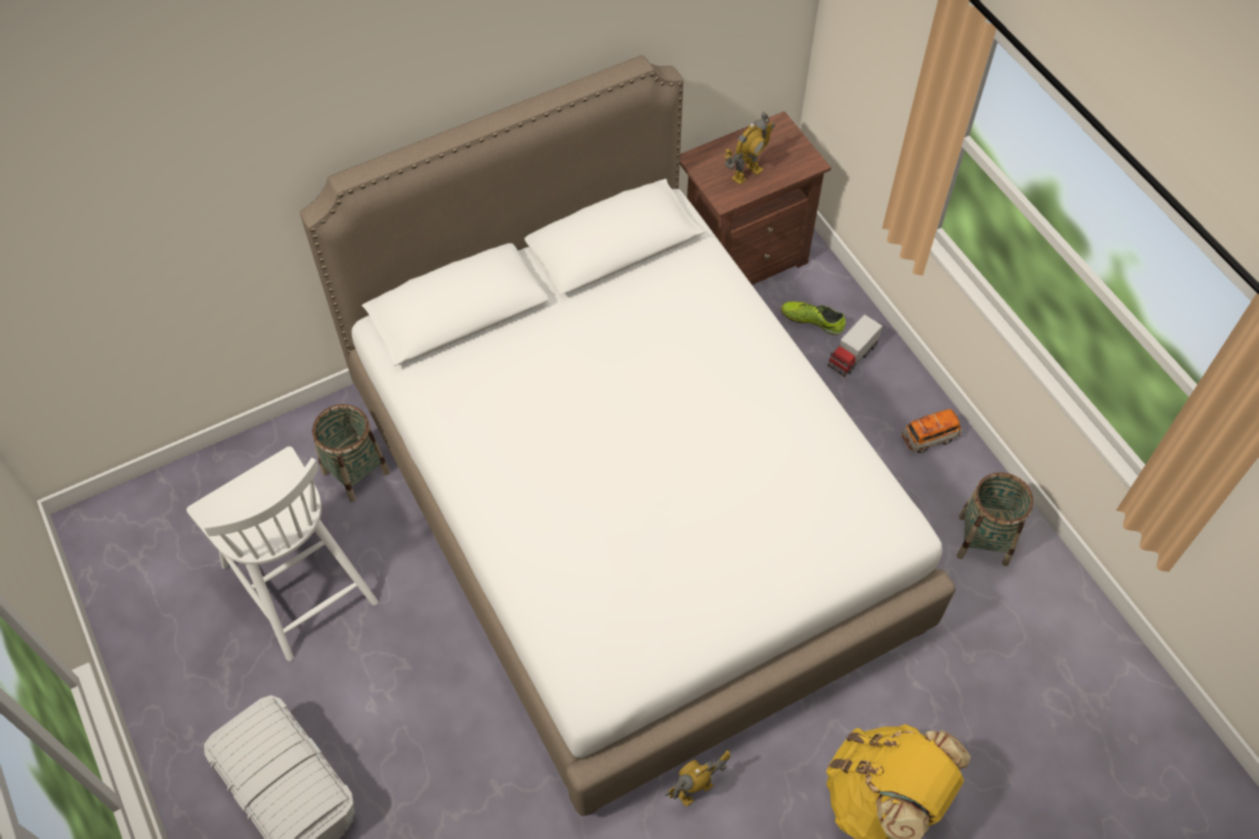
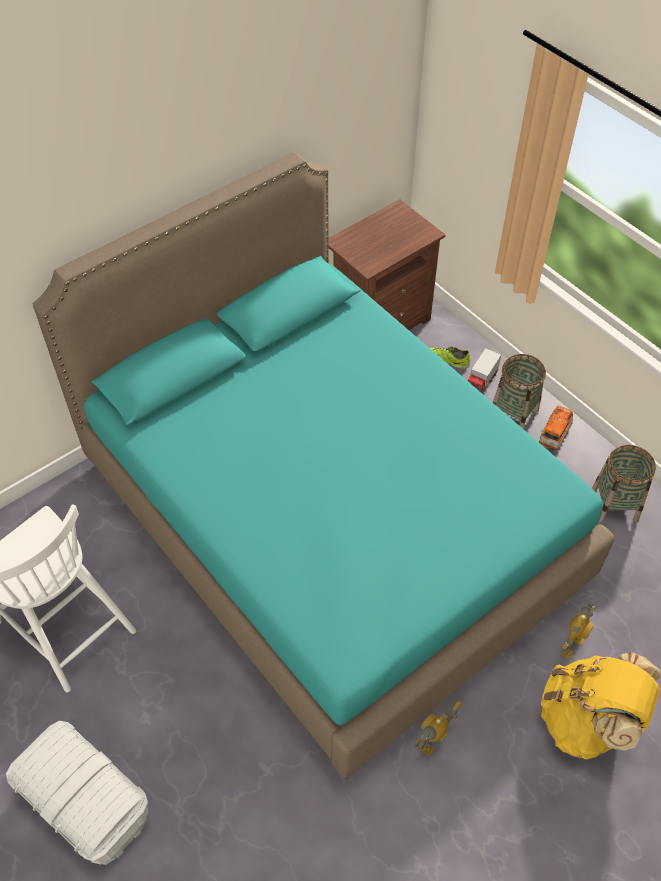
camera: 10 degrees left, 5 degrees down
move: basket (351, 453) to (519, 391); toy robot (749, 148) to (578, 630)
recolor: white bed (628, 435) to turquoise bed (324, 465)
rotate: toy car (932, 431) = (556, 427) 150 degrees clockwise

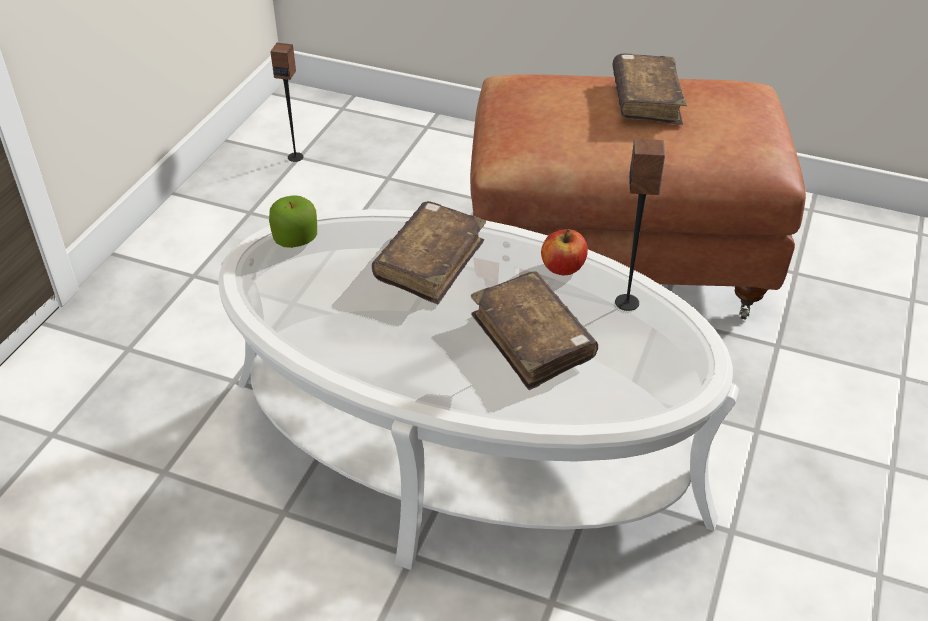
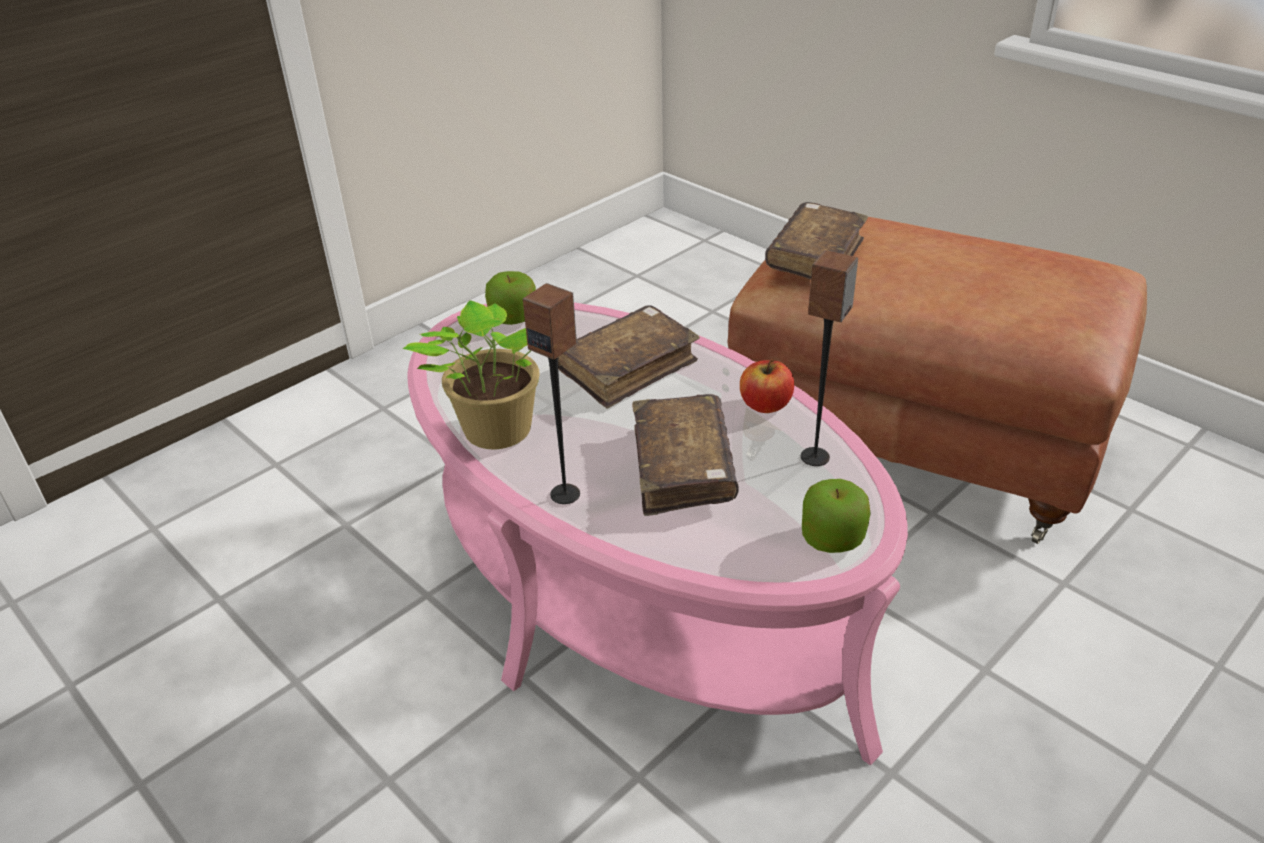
camera: 25 degrees right, 5 degrees down
insert: potted plant (471, 374); apple (836, 516)
move: speaker (287, 102) to (551, 393); brown book (649, 89) to (816, 241)
recolor: white coffee table (478, 389) to pink coffee table (658, 533)

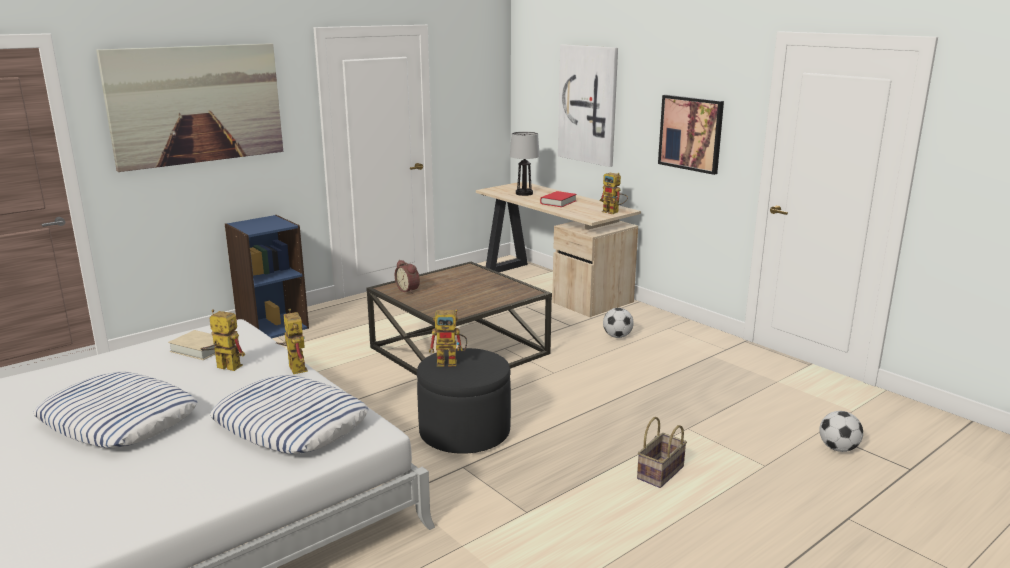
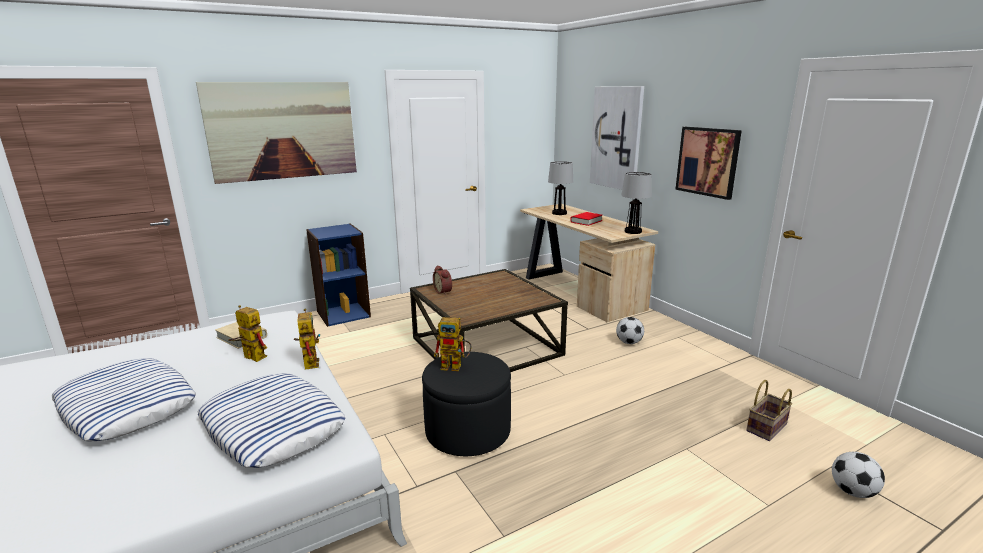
camera: 10 degrees right, 0 degrees up
move: basket (662, 452) to (769, 410)
replace: toy robot (614, 193) to table lamp (636, 203)

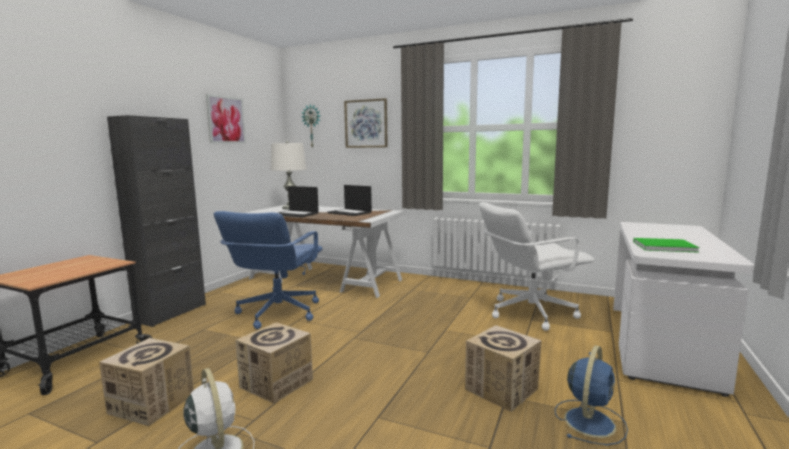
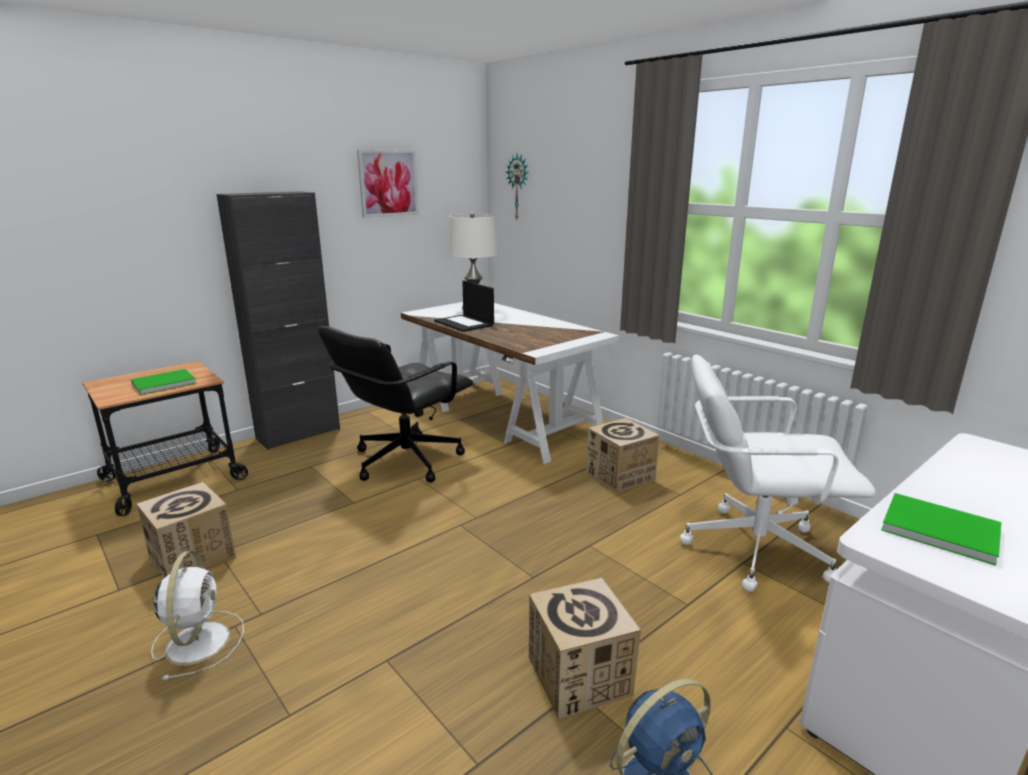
camera: 25 degrees right, 10 degrees up
delete: laptop (349, 200); picture (366, 123)
insert: green book (163, 382)
move: cardboard box (274, 362) to (623, 455)
recolor: blue office chair (268, 270) to black office chair (395, 404)

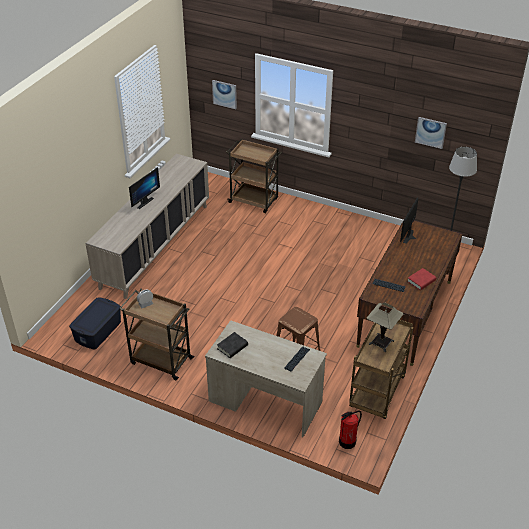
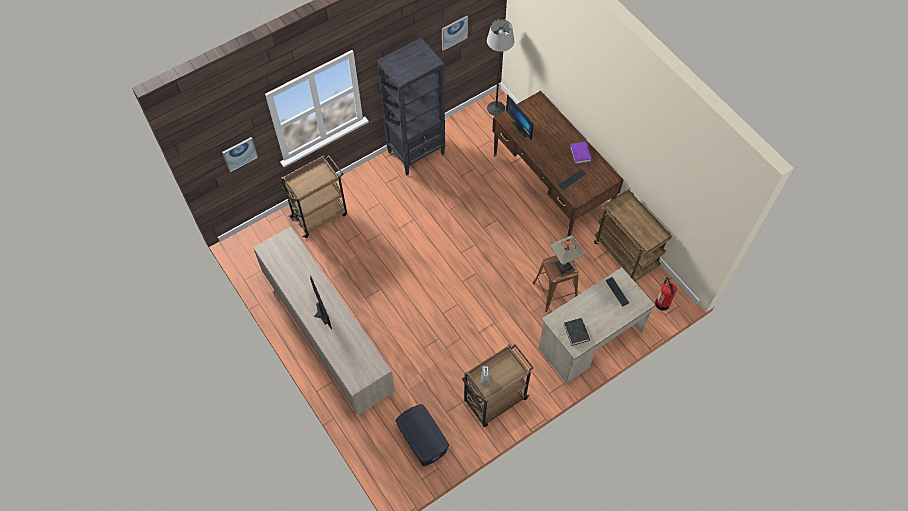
camera: 60 degrees left, 20 degrees up
insert: black bookcase (411, 106)
move: table lamp (385, 327) to (567, 256)
recolor: red book (421, 279) to purple book (581, 153)

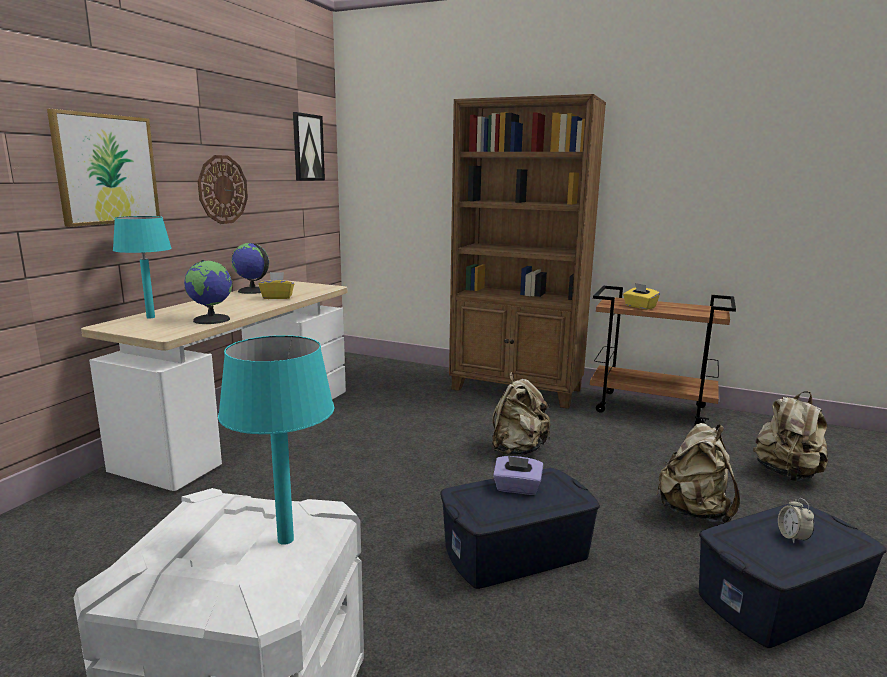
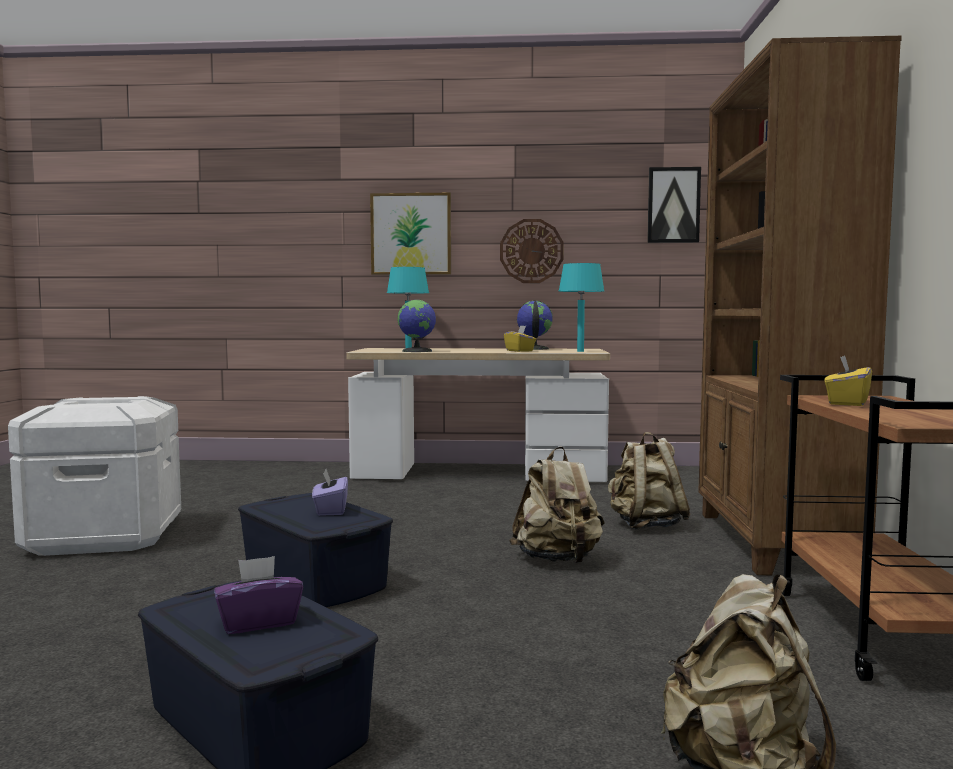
camera: 70 degrees right, 10 degrees down
move: turquoise table lamp (276, 440) to (581, 307); beige backpack (698, 473) to (649, 480)
replace: alarm clock (796, 520) to purple tissue box (258, 595)

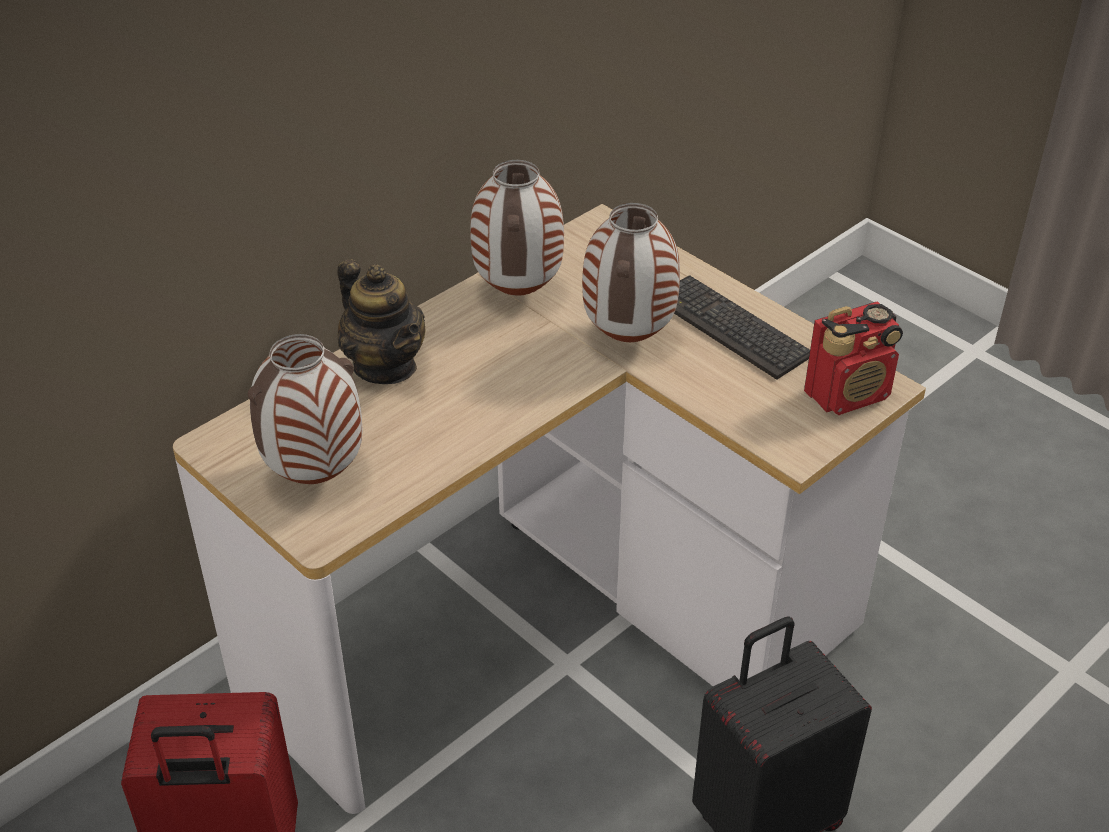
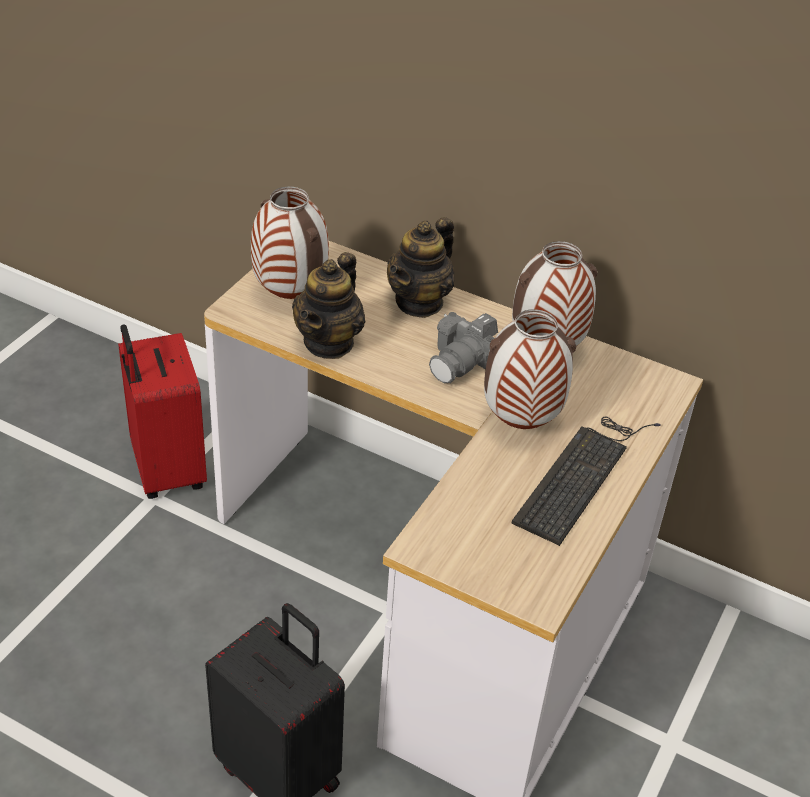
camera: 70 degrees right, 0 degrees up
delete: radio (853, 358)
insert: teapot (329, 305); photo camera (463, 347)

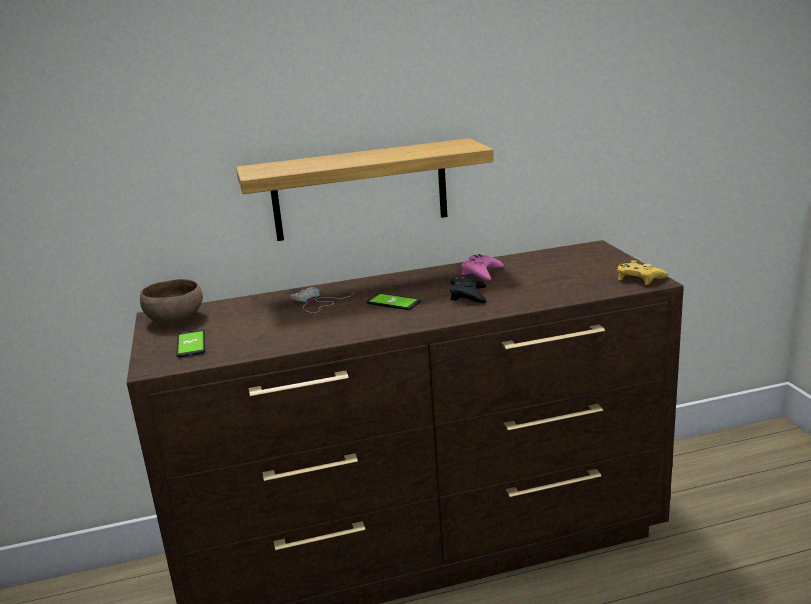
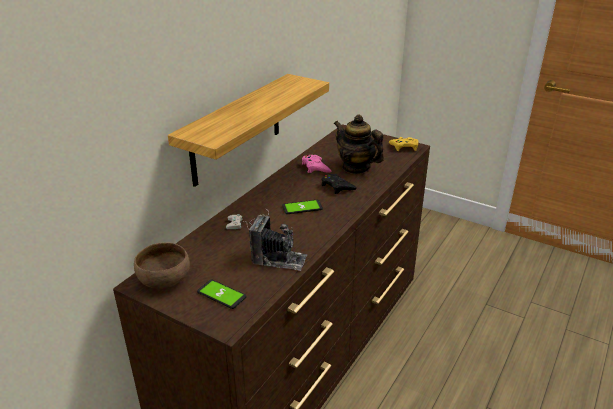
camera: 45 degrees left, 10 degrees up
insert: photo camera (278, 242); teapot (359, 144)

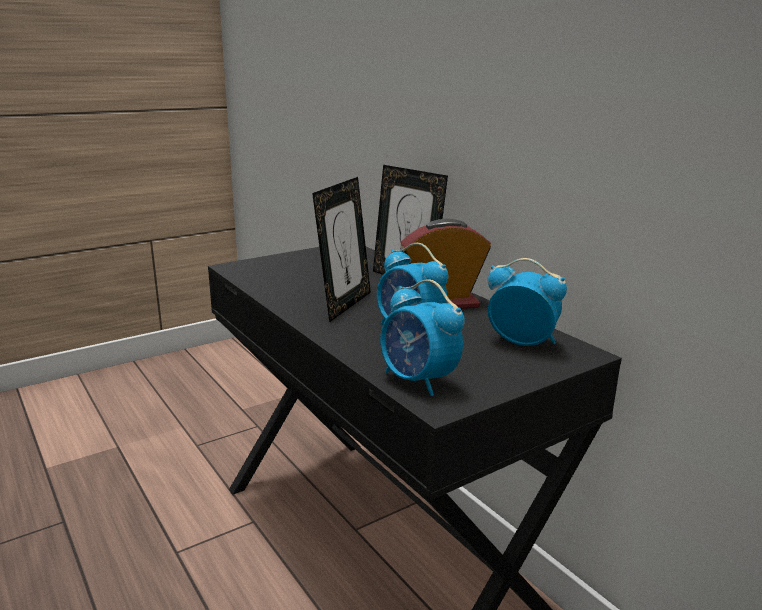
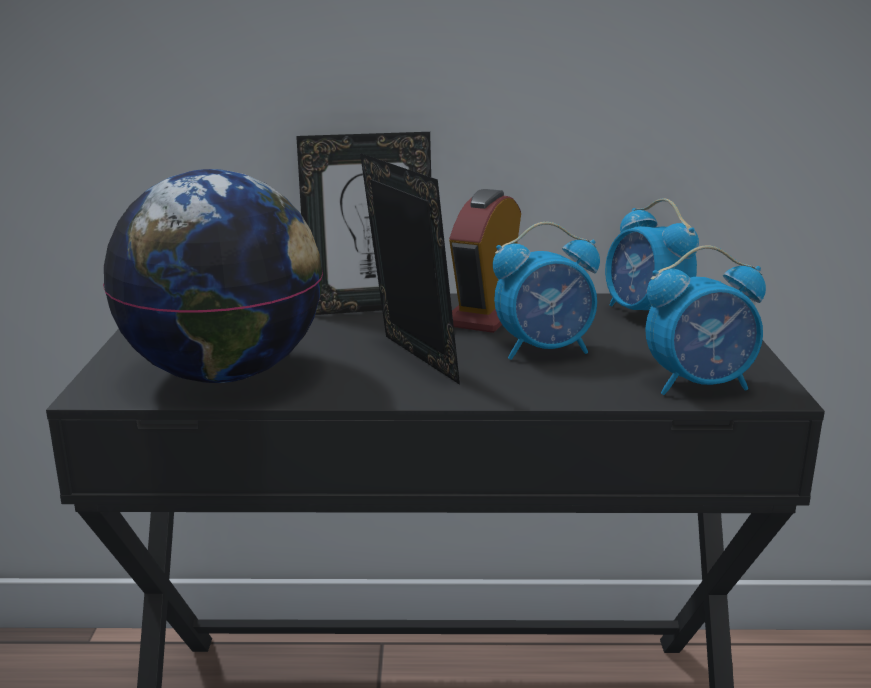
camera: 55 degrees left, 0 degrees up
insert: globe (213, 276)
rotate: alarm clock (527, 302) = (652, 254) 90 degrees counterclockwise

